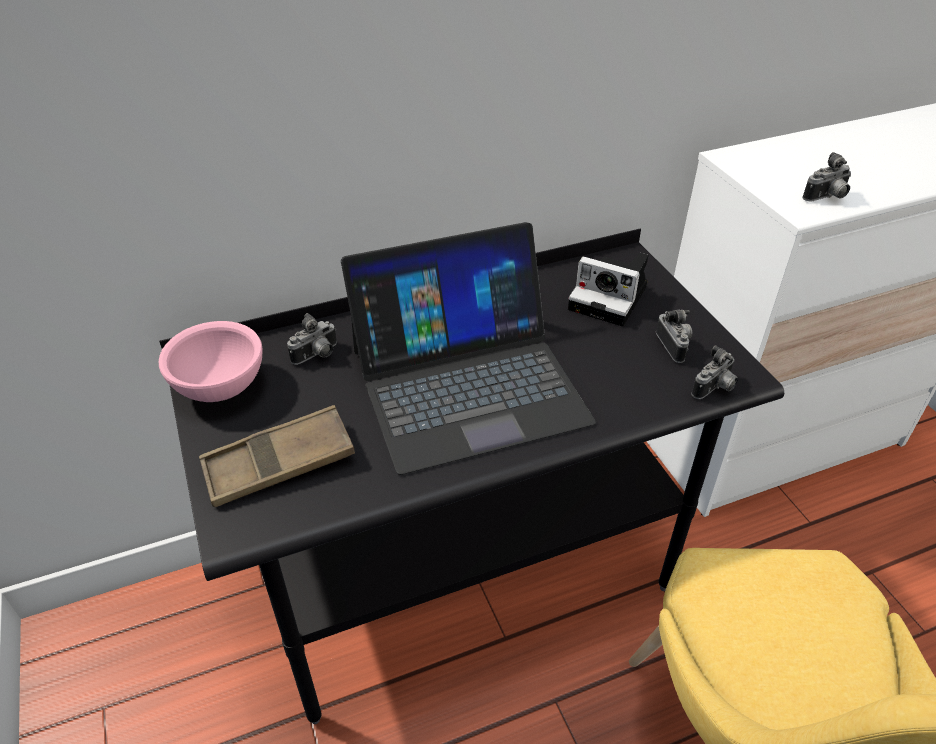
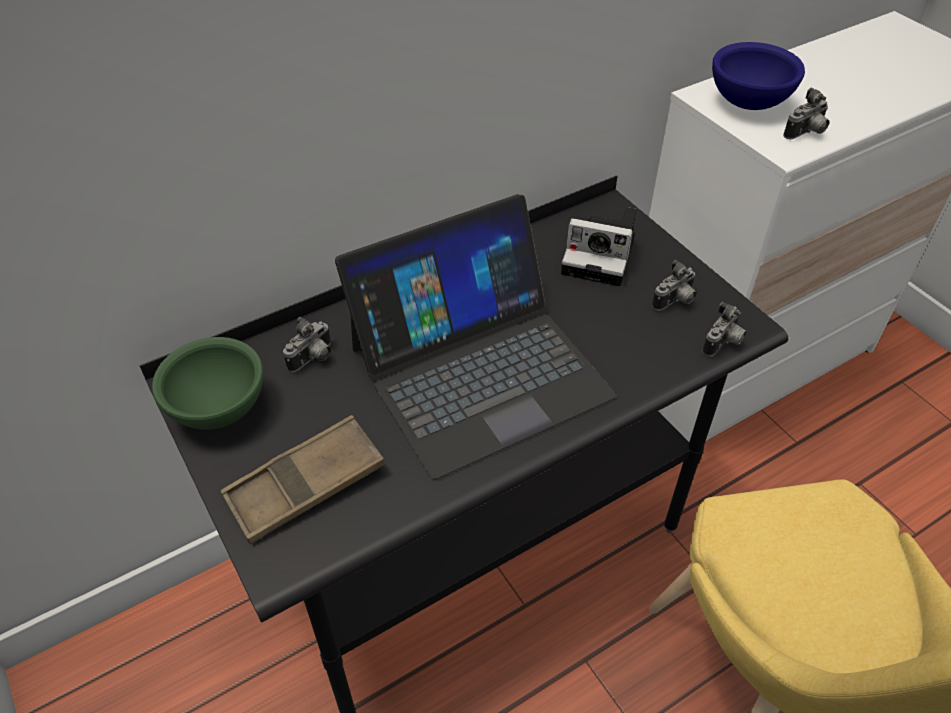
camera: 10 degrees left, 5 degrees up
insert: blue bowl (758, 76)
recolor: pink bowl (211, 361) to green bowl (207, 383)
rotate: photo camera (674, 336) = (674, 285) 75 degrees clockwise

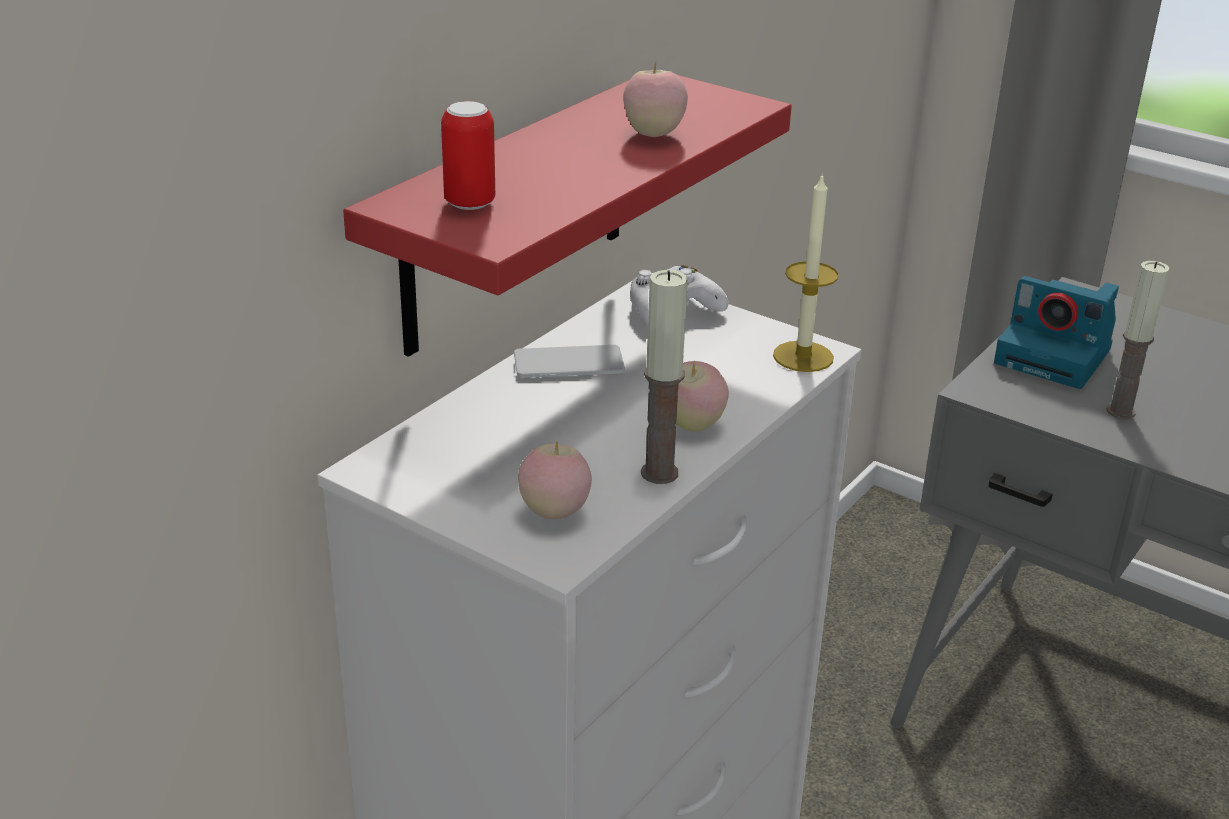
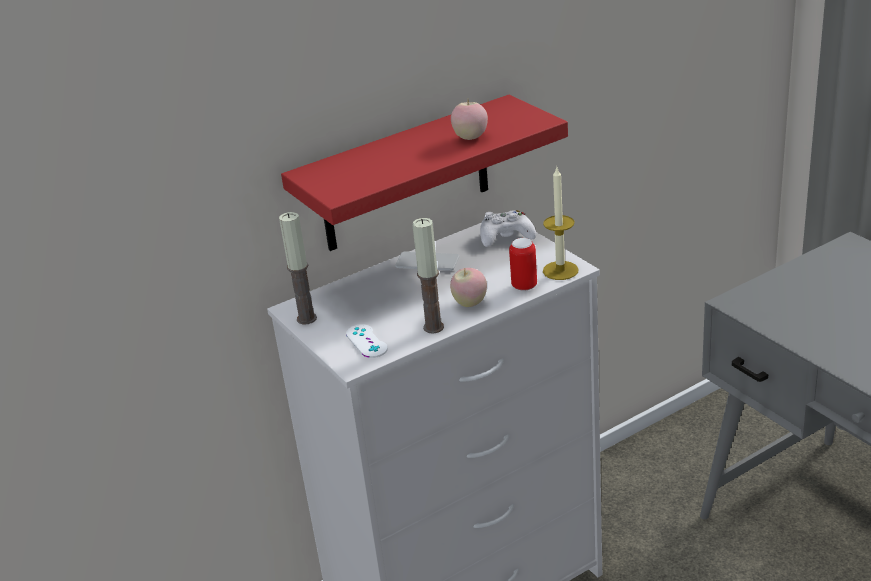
camera: 25 degrees right, 0 degrees up
delete: photo camera (1056, 332)
move: can (468, 155) to (523, 264); candle (1137, 340) to (298, 268)
replace: apple (555, 480) to white game controller (367, 341)

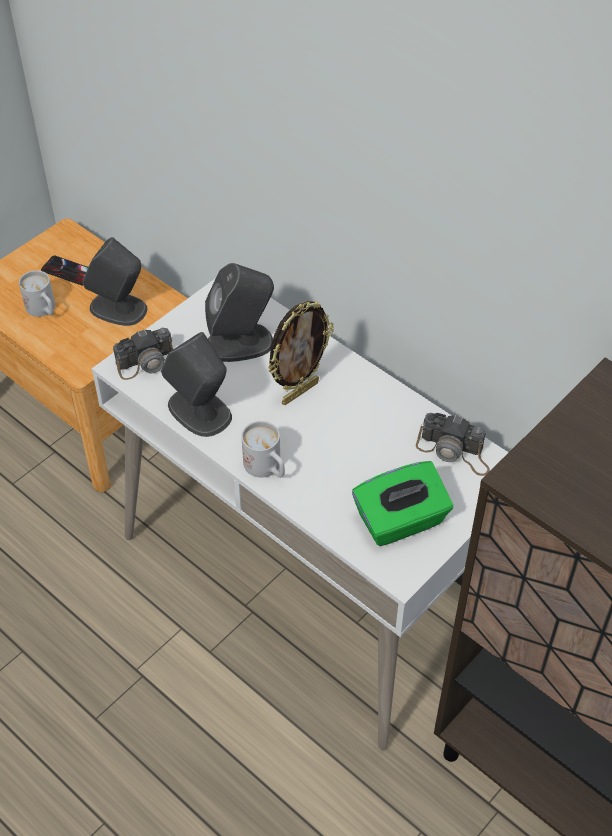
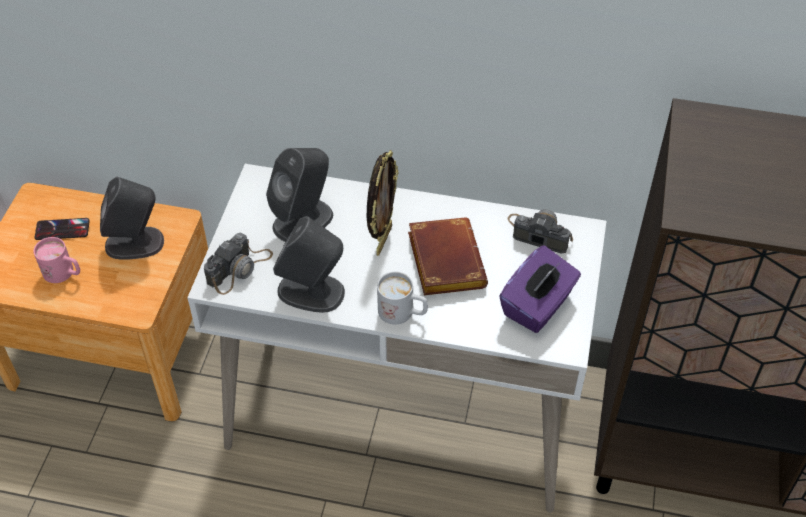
camera: 30 degrees left, 0 degrees up
insert: brown book (448, 256)
recolor: white mug (37, 293) to pink mug (56, 260); green tissue box (402, 503) to purple tissue box (540, 289)
rotate: photo camera (453, 444) = (540, 231) 150 degrees counterclockwise

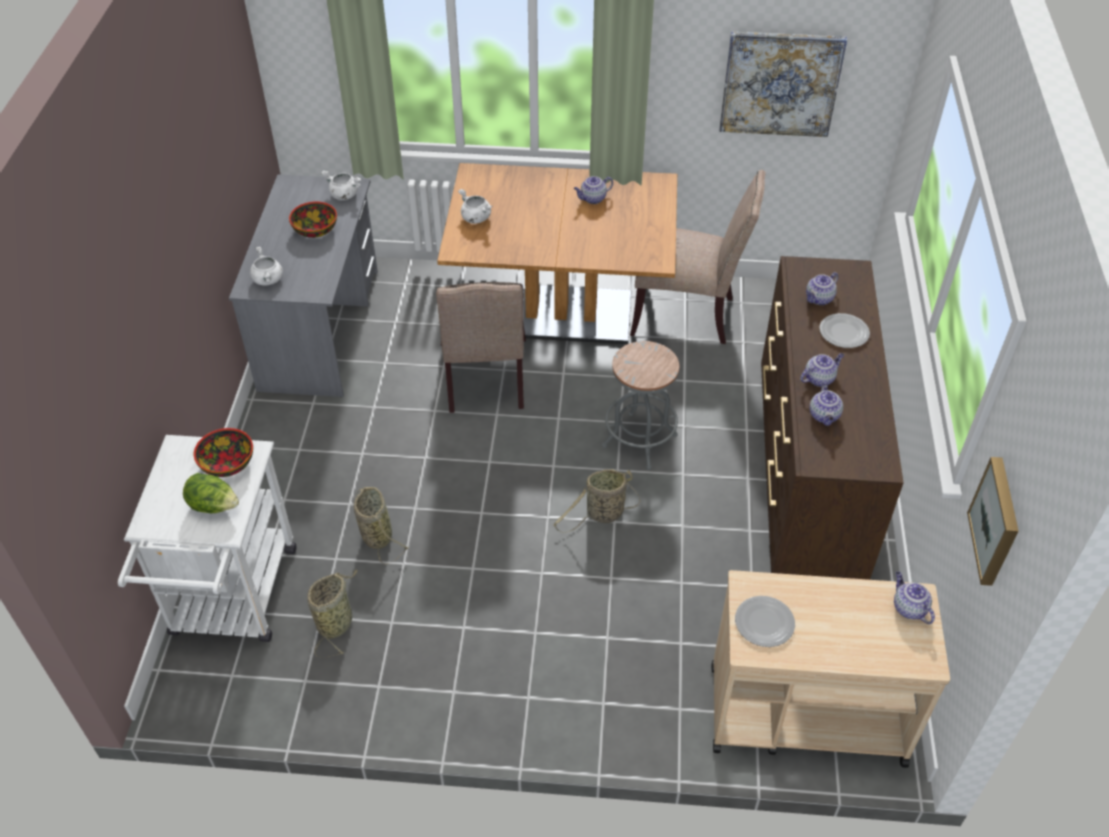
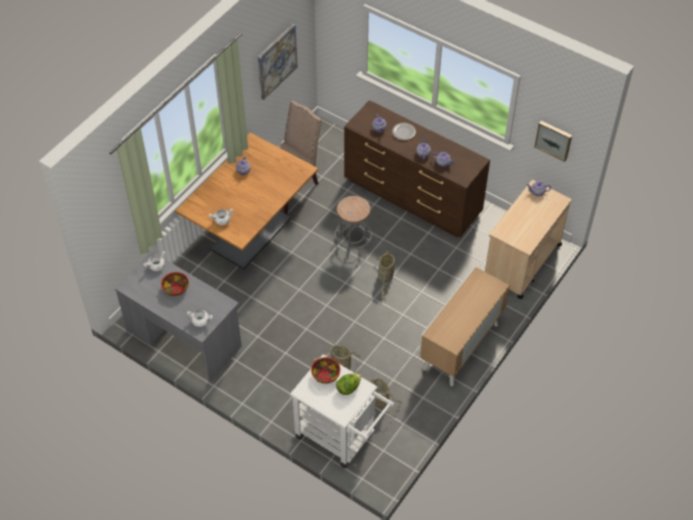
camera: 60 degrees left, 5 degrees up
delete: beige chair (481, 347); plate (765, 621)
insert: cabinet (464, 326)

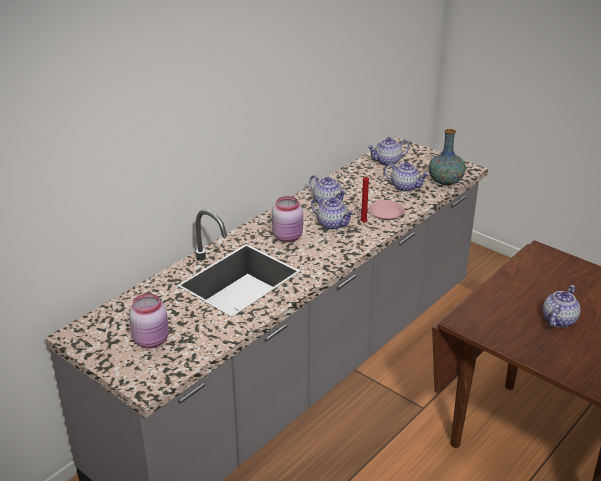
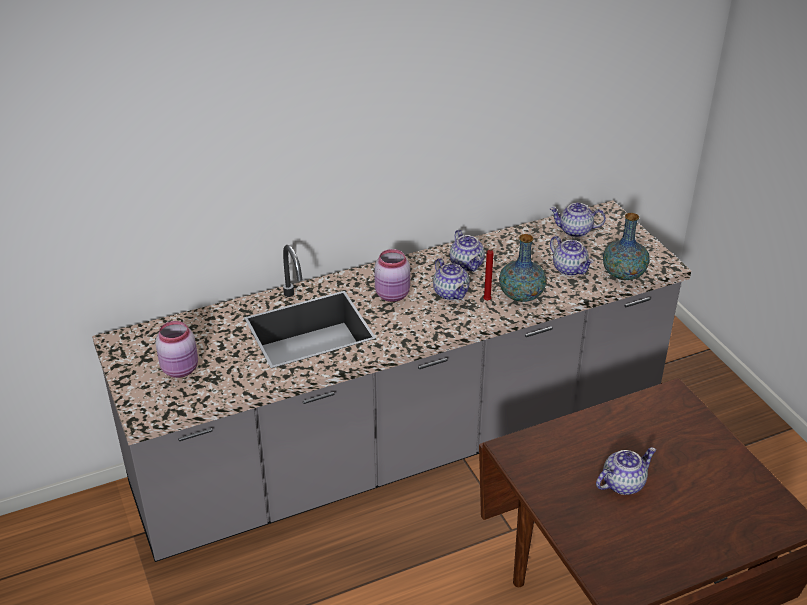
camera: 25 degrees right, 5 degrees up
replace: pink plate (386, 210) to vase (523, 268)

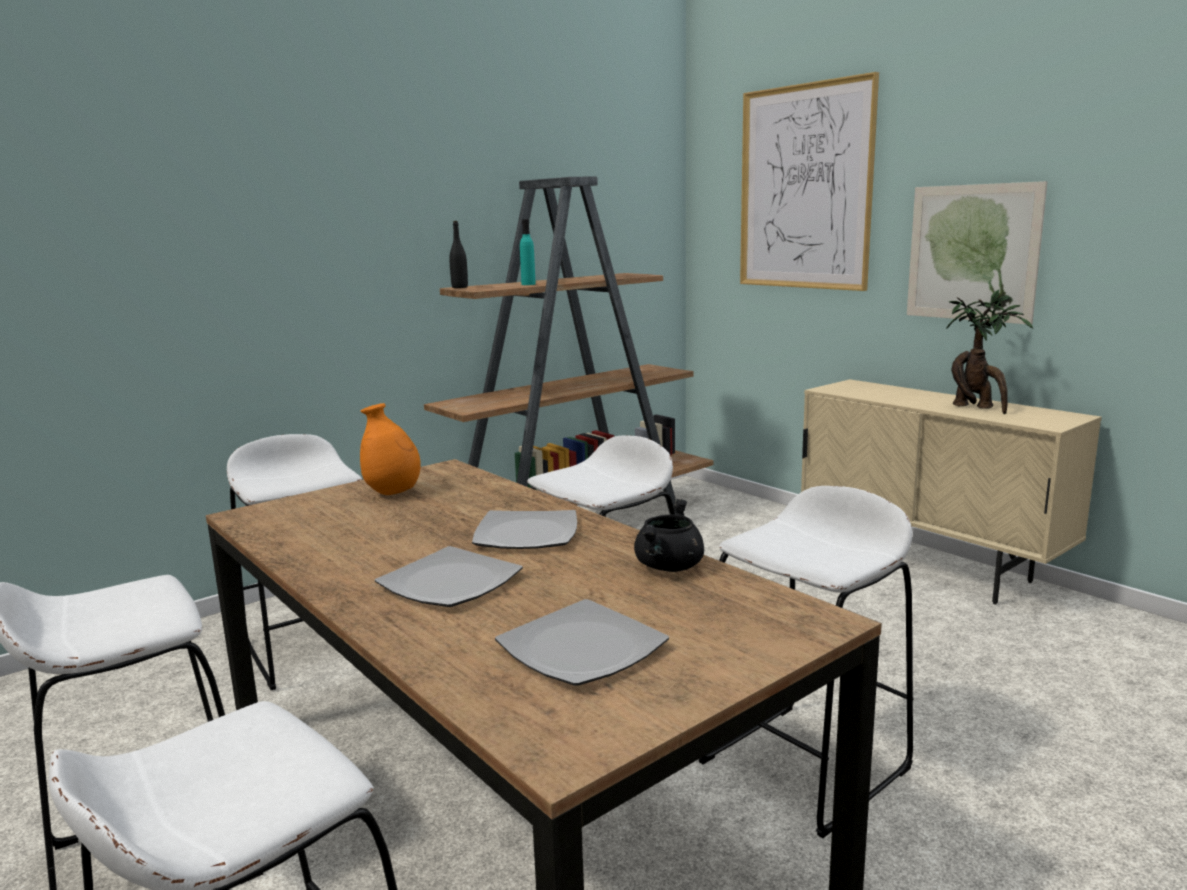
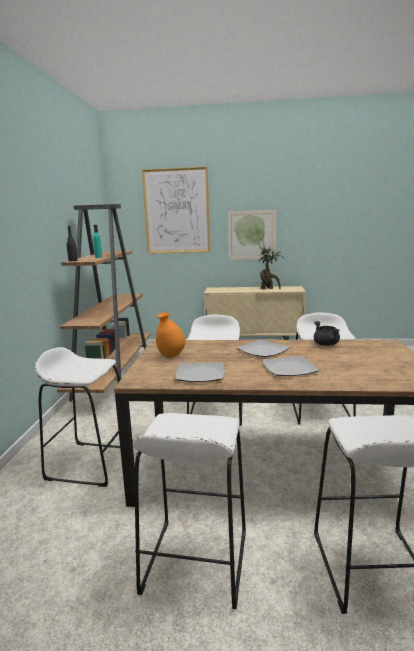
camera: 45 degrees left, 0 degrees up
move: plate (582, 642) to (200, 372)

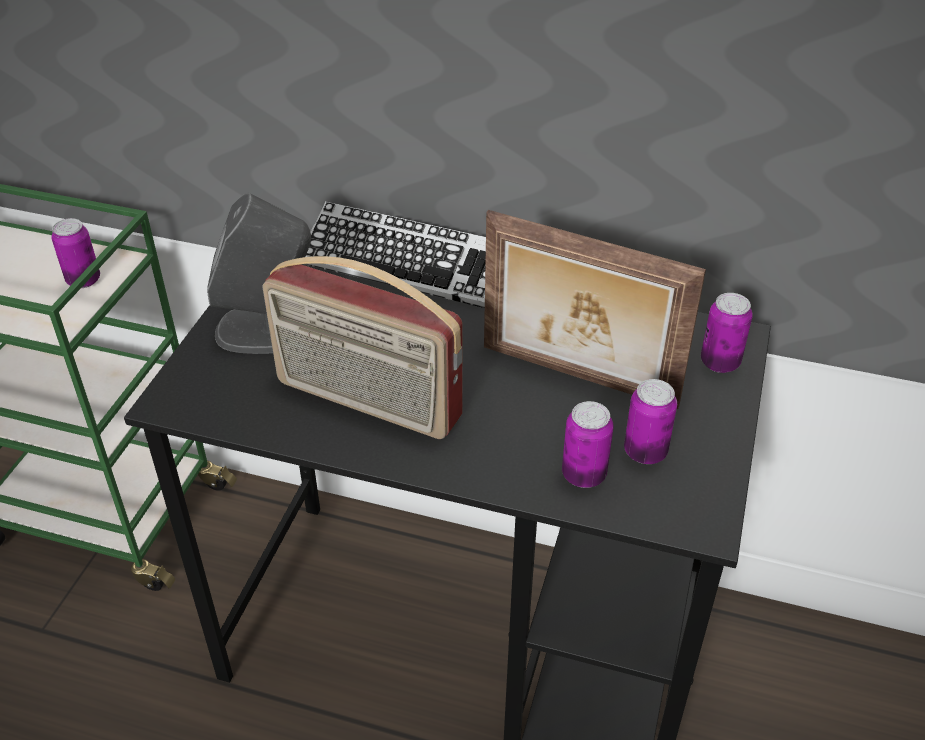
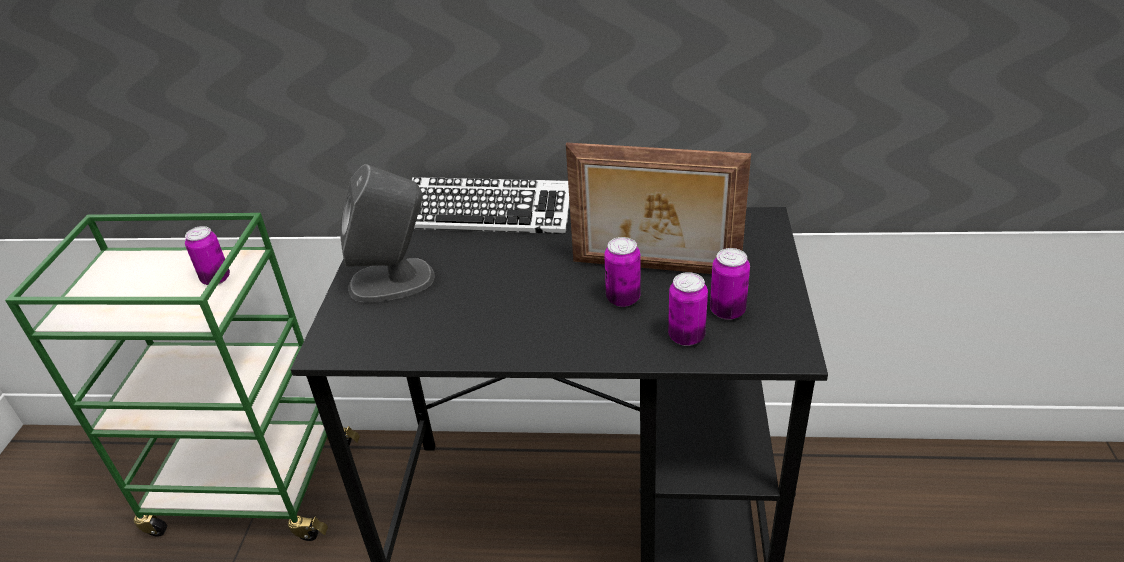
camera: 10 degrees left, 5 degrees down
delete: radio (363, 347)
move: can (727, 333) to (622, 272)

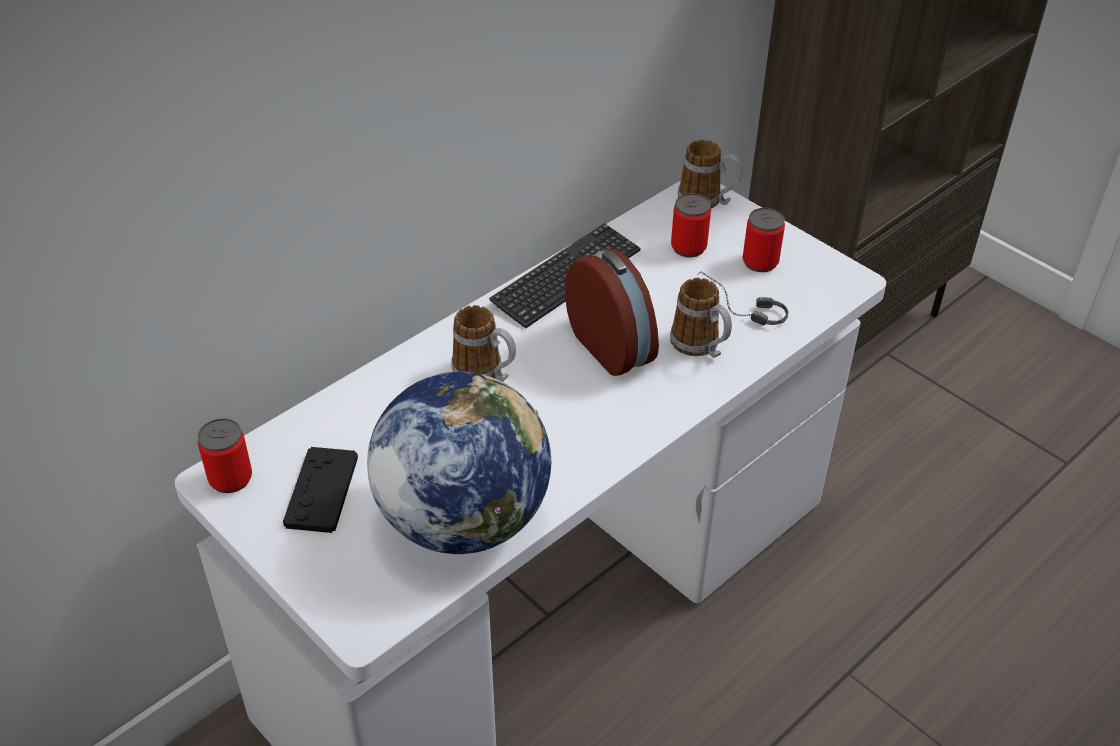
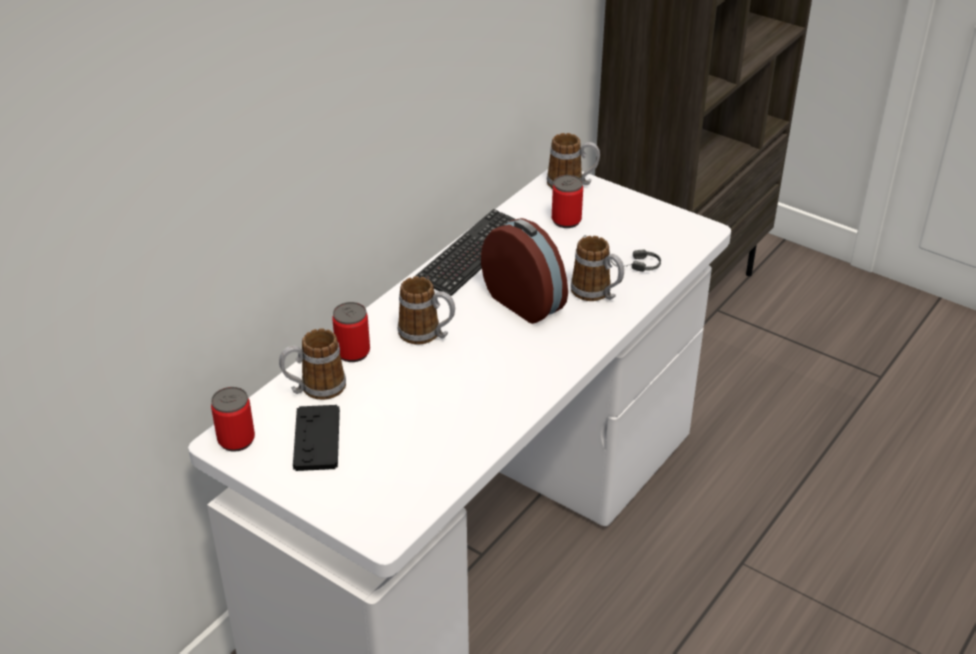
camera: 10 degrees left, 5 degrees down
delete: globe (459, 463)
insert: mug (312, 364)
move: can (764, 240) to (351, 332)

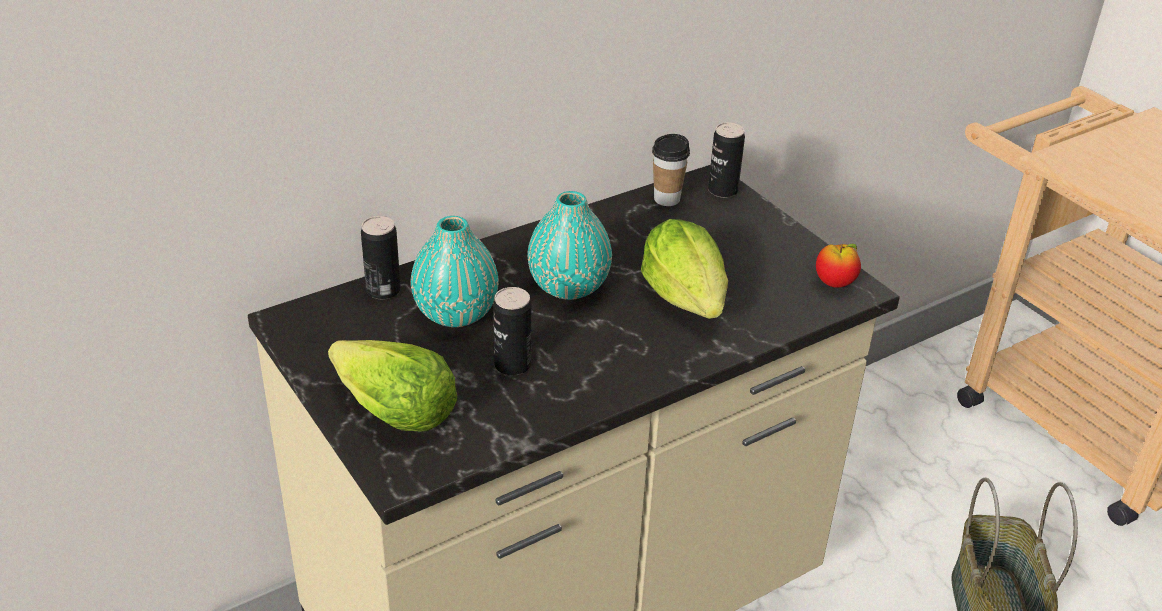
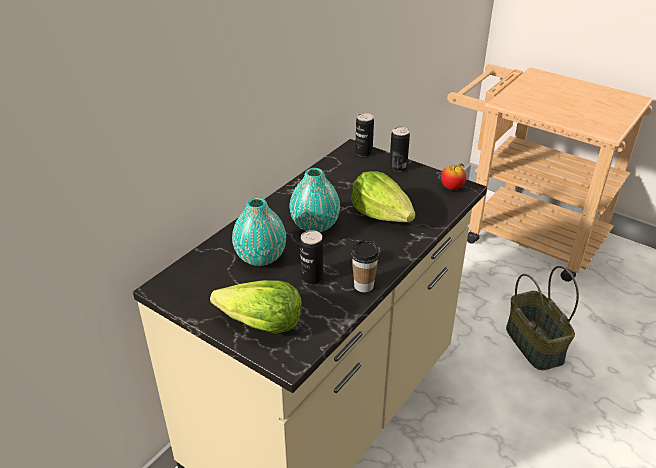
camera: 20 degrees left, 0 degrees up
move: can (381, 258) to (399, 149); cup (671, 170) to (365, 266)

